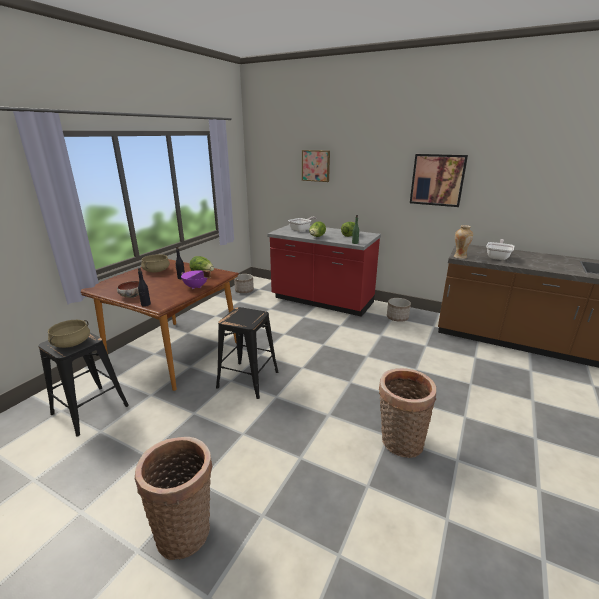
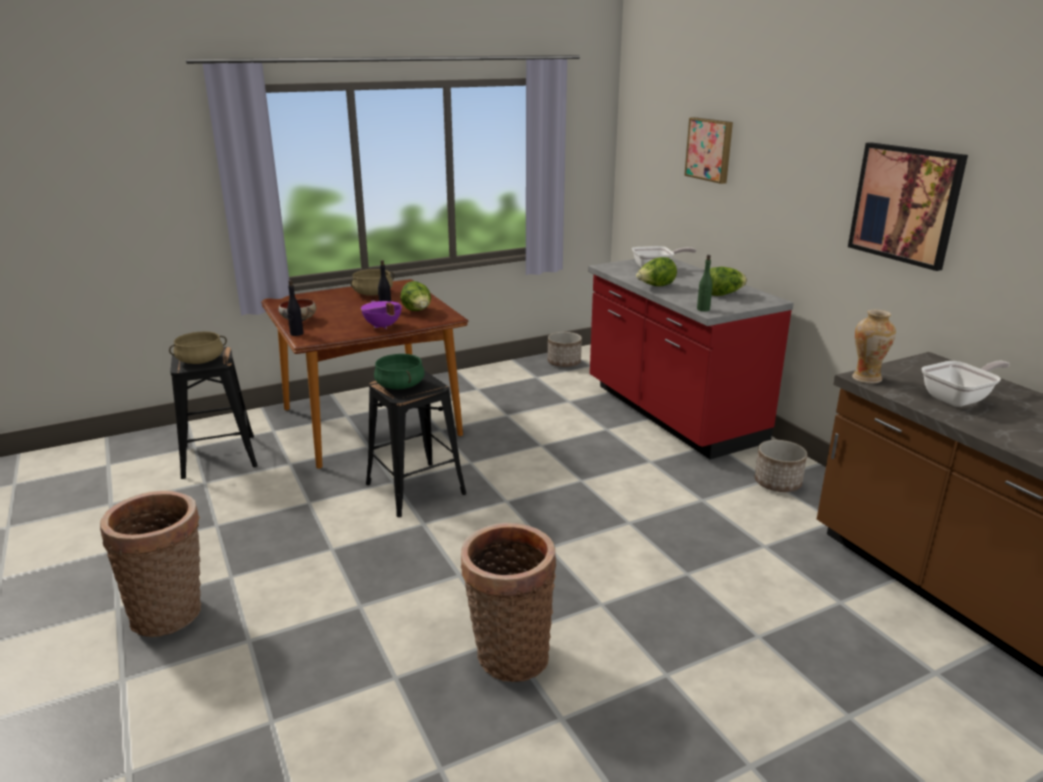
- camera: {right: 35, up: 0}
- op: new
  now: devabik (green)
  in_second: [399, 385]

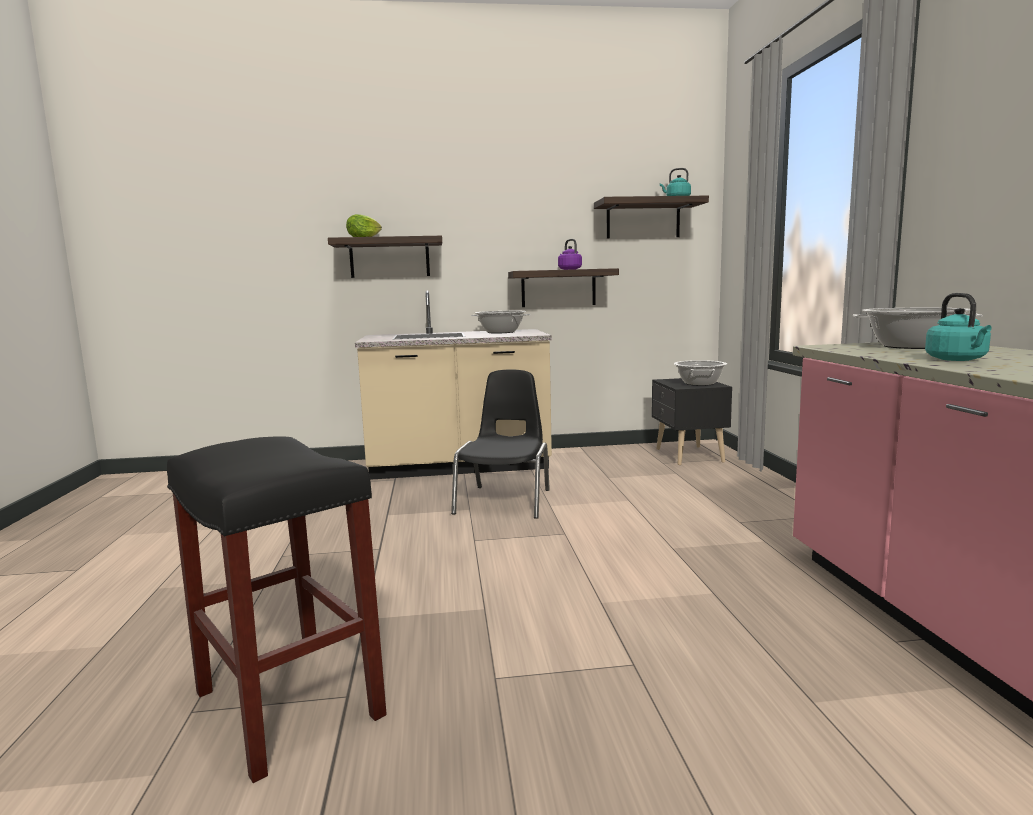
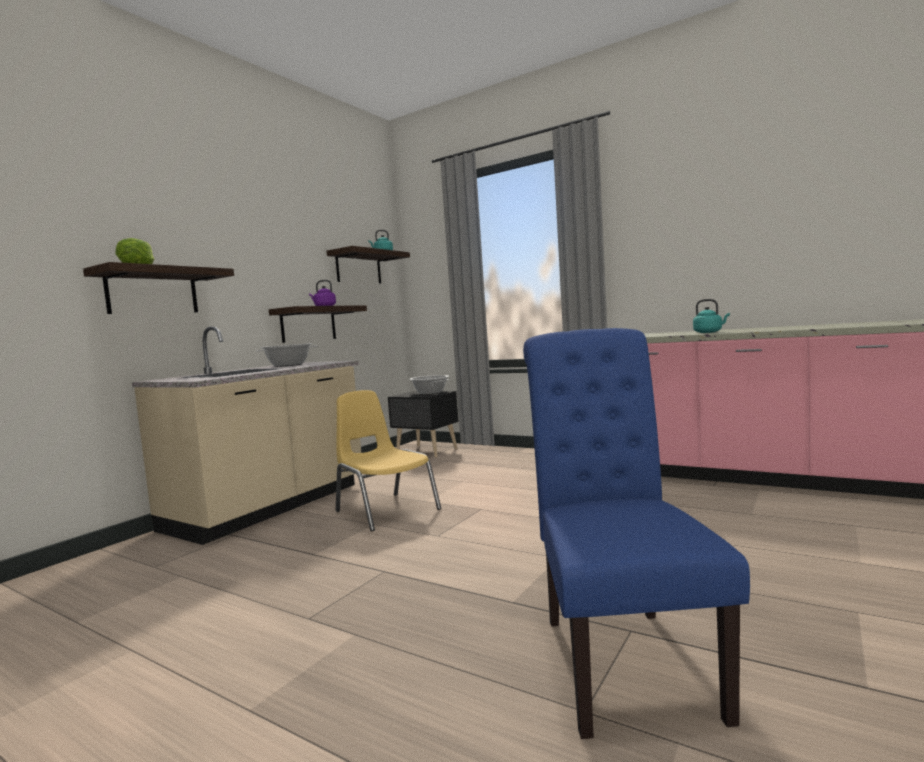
- camera: {right: -50, up: -5}
- op: repainted
  was: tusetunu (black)
  now: tusetunu (yellow)
  in_first: [505, 501]
  in_second: [386, 510]
- op: swapped
  was: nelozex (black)
  now: tusetunu (blue)
  in_first: [290, 705]
  in_second: [621, 657]
- op: gone
  was: devabik
  in_first: [912, 346]

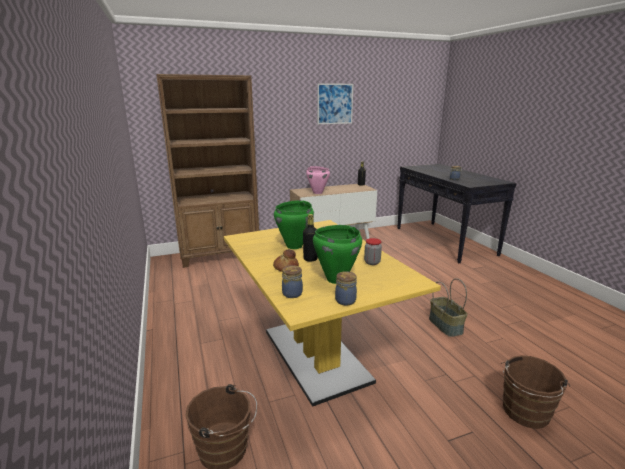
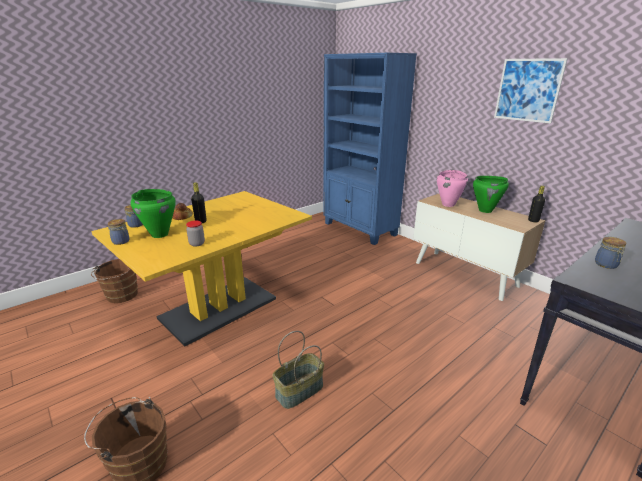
- camera: {right: 70, up: 5}
- op: repainted
  was: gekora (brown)
  now: gekora (blue)
  in_first: [220, 255]
  in_second: [360, 229]
- op: shifted
  was: devabik (green)
  in_first: [294, 246]
  in_second: [485, 210]

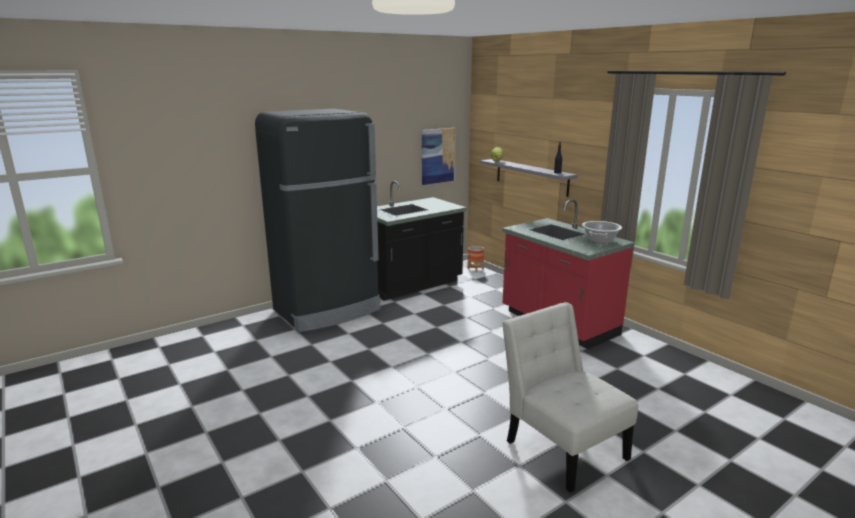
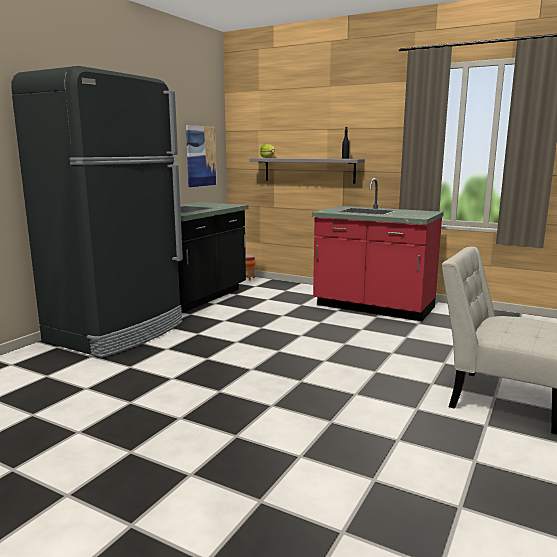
- camera: {right: -25, up: -5}
- op: gone
  was: devabik
  in_first: [600, 240]

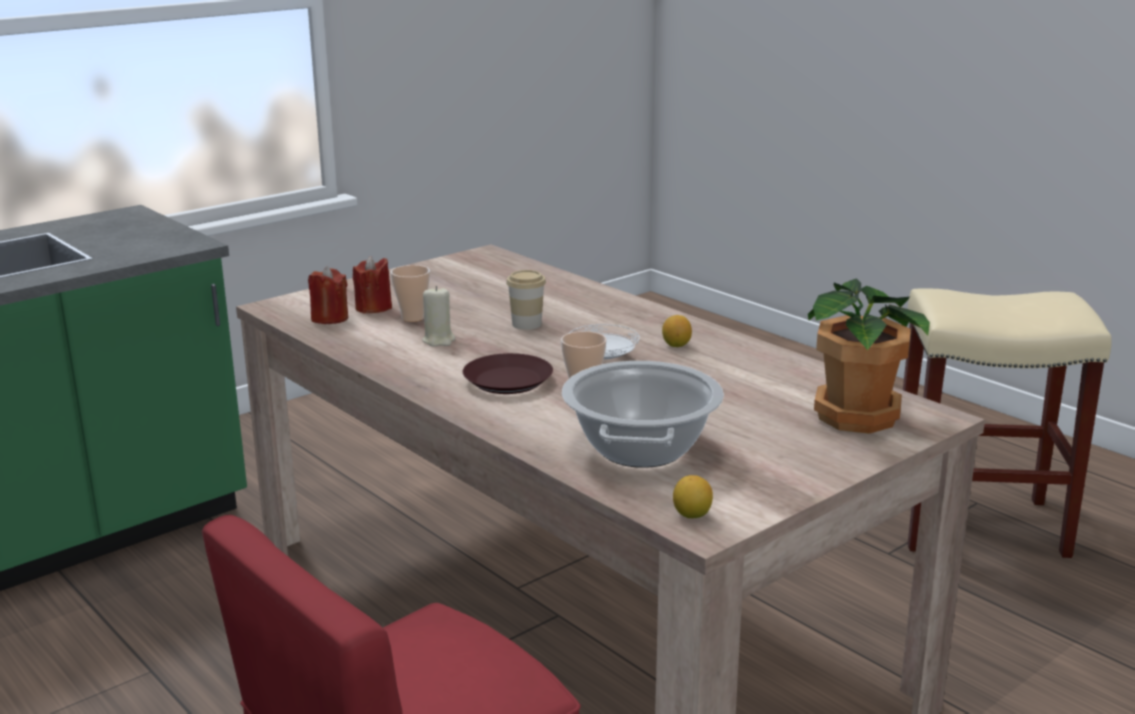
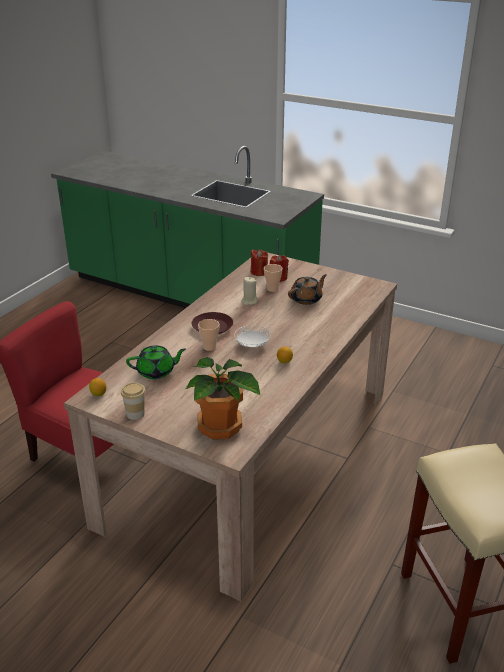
- camera: {right: 70, up: 10}
- op: shifted
  was: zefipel
  in_first: [526, 324]
  in_second: [135, 414]
- op: swapped
  was: devabik
  now: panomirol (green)
  in_first: [640, 448]
  in_second: [156, 372]
- op: new
  now: panomirol (brown)
  in_second: [306, 299]

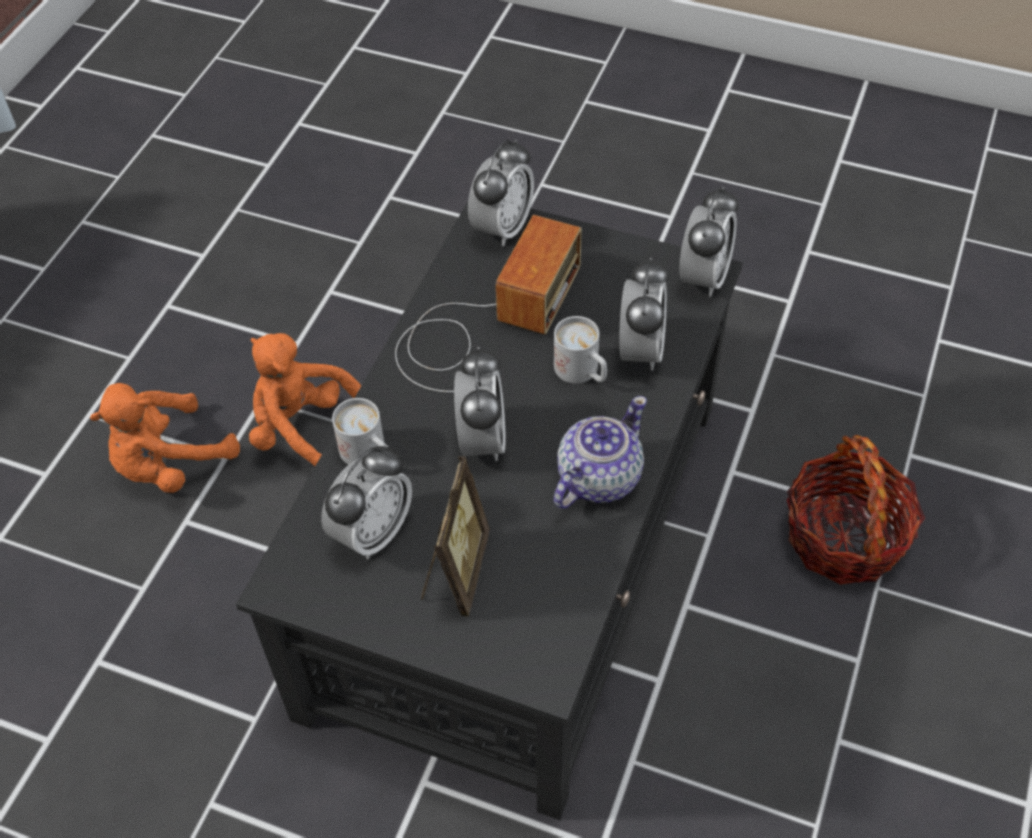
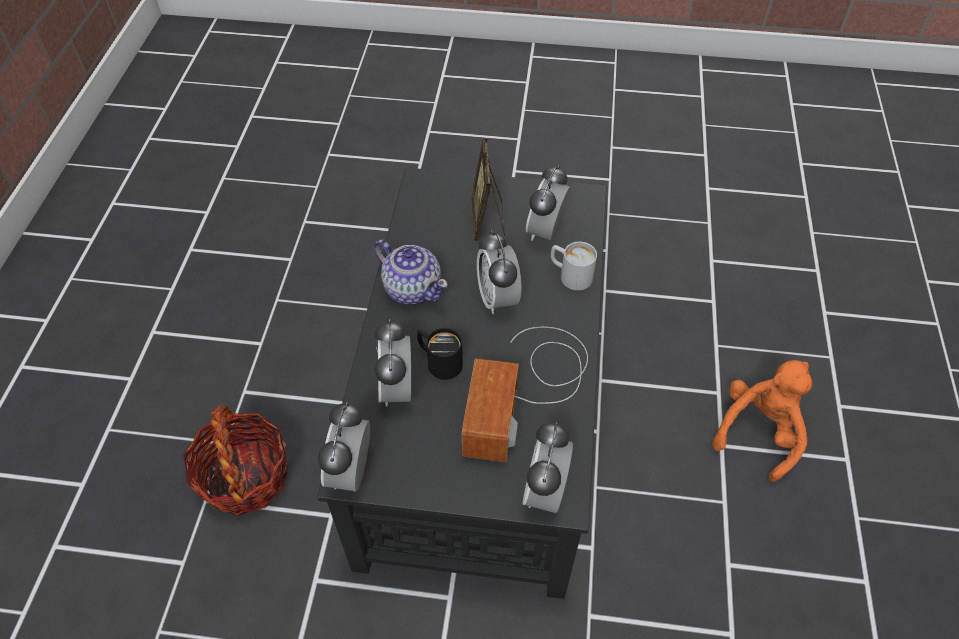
- camera: {right: 165, up: 0}
- op: rotated
  was: panomirol
  in_first: [597, 478]
  in_second: [412, 288]
  clockwise: -75
- op: repainted
  was: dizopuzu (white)
  now: dizopuzu (black)
  in_first: [582, 373]
  in_second: [439, 361]
- op: gone
  was: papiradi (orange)
  in_first: [306, 432]

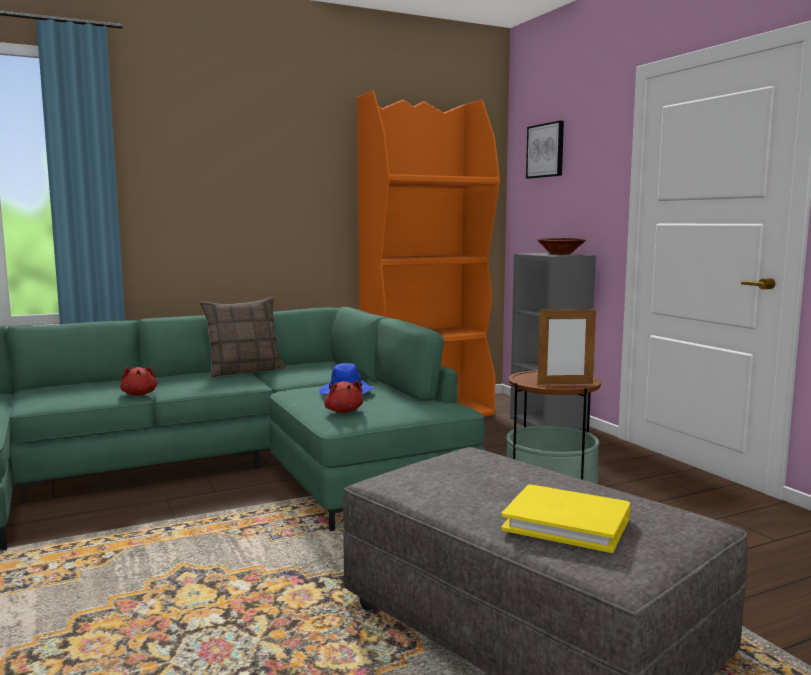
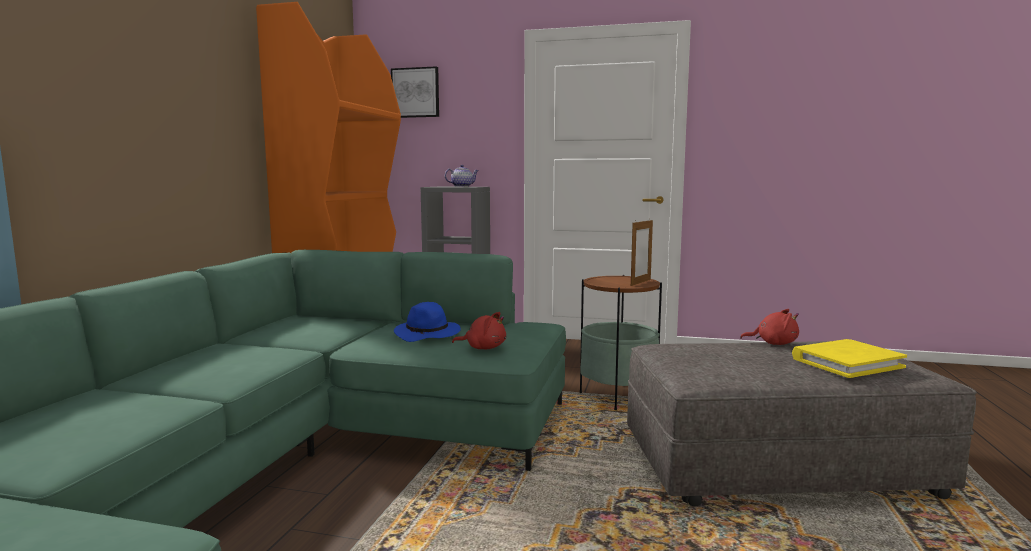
- camera: {right: -50, up: 0}
- op: swapped
  was: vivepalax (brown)
  now: panomirol
  in_first: [560, 254]
  in_second: [462, 186]
- op: shifted
  was: papiradi (red)
  in_first: [139, 394]
  in_second: [773, 343]
- op: gone
  was: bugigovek
  in_first: [244, 371]

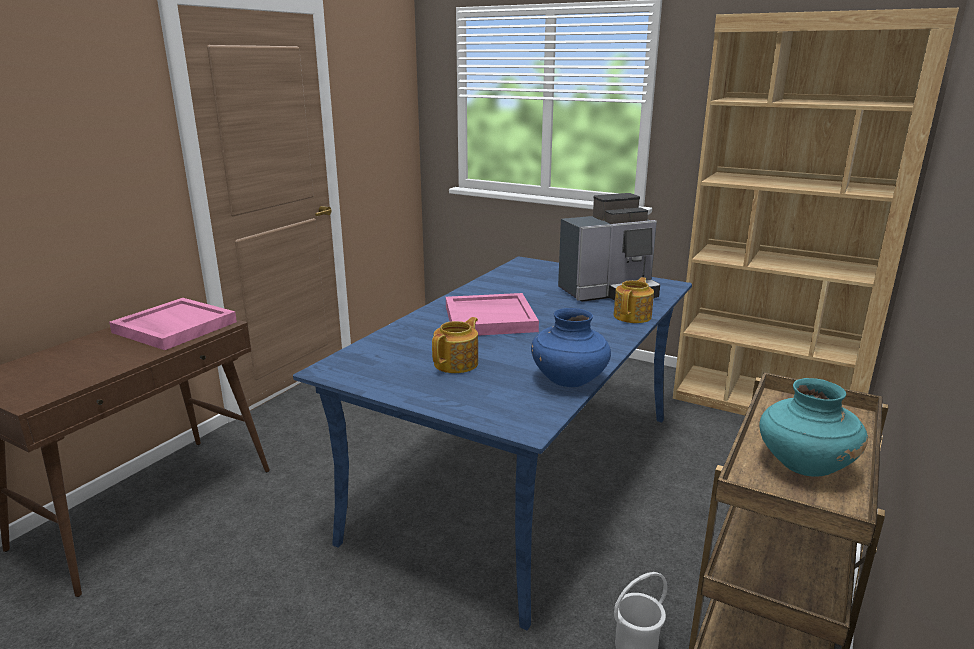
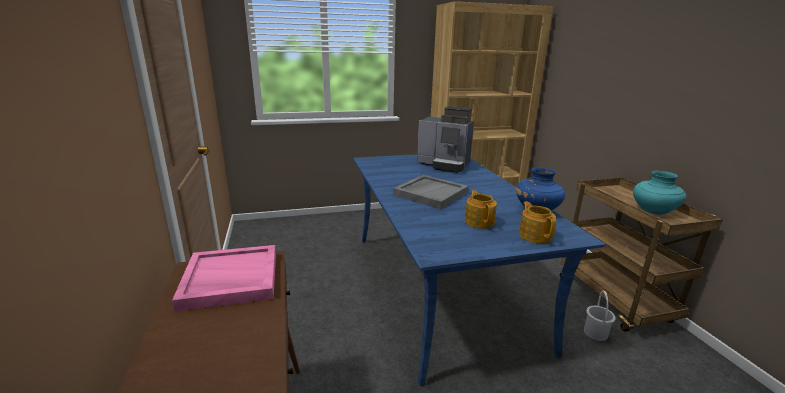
- camera: {right: -45, up: 0}
- op: repainted
  was: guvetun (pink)
  now: guvetun (grey)
  in_first: [490, 318]
  in_second: [430, 193]
- op: rotated
  was: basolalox
  in_first: [609, 293]
  in_second: [444, 165]
  clockwise: 90
- op: shifted
  was: panomirol
  in_first: [633, 316]
  in_second: [535, 235]

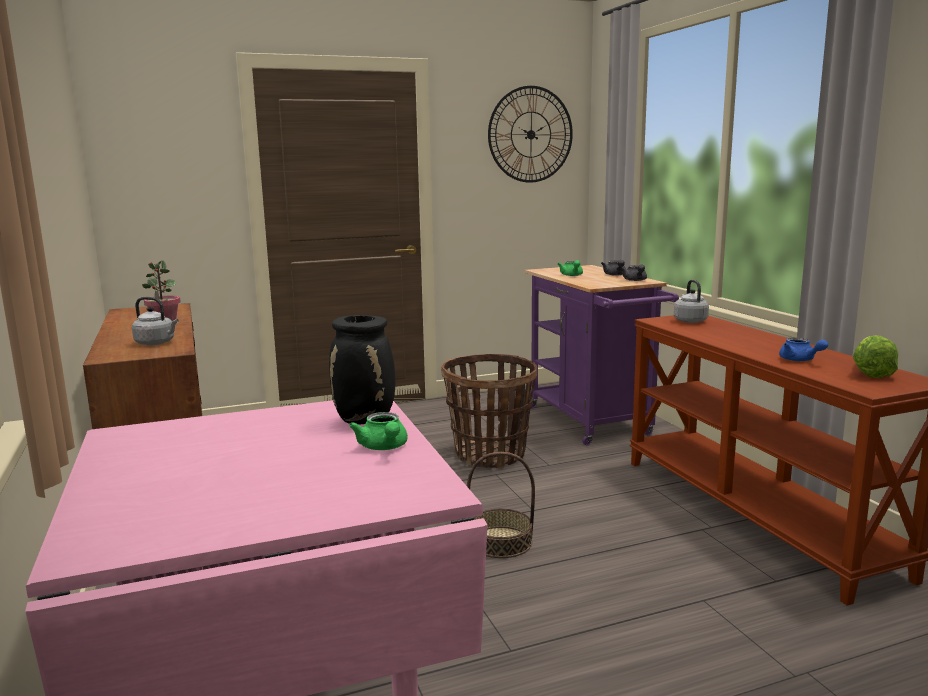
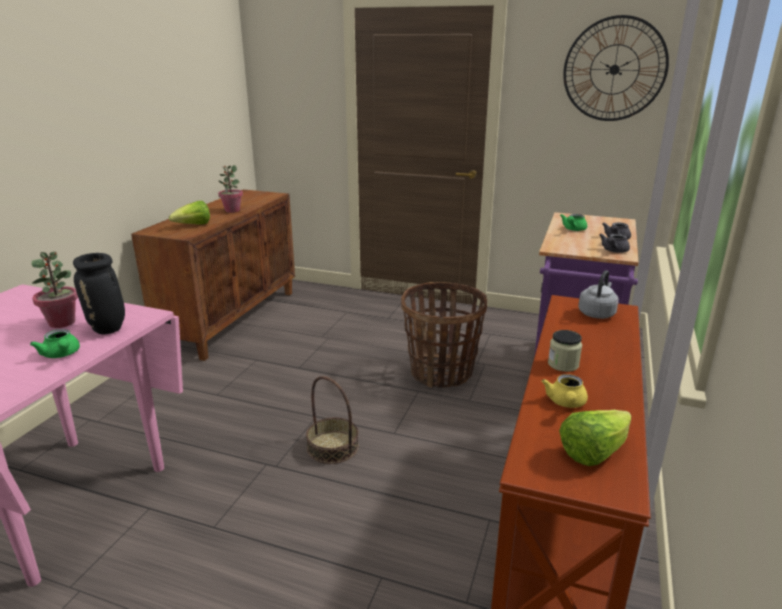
- camera: {right: 40, up: 10}
- op: rotated
  was: panomirol (green)
  in_first: [384, 447]
  in_second: [61, 355]
  clockwise: -60
- op: new
  now: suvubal
  in_second: [62, 322]
- op: swapped
  was: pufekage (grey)
  now: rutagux
  in_first: [157, 343]
  in_second: [193, 226]
- op: repainted
  was: panomirol (blue)
  now: panomirol (yellow)
  in_first: [800, 360]
  in_second: [565, 403]
- op: new
  now: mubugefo
  in_second: [563, 364]

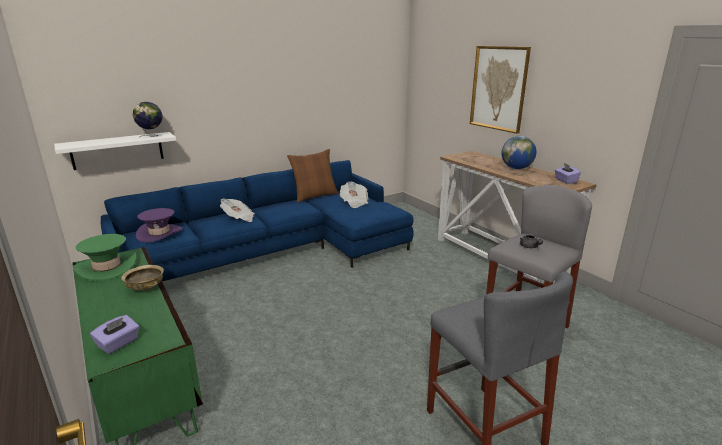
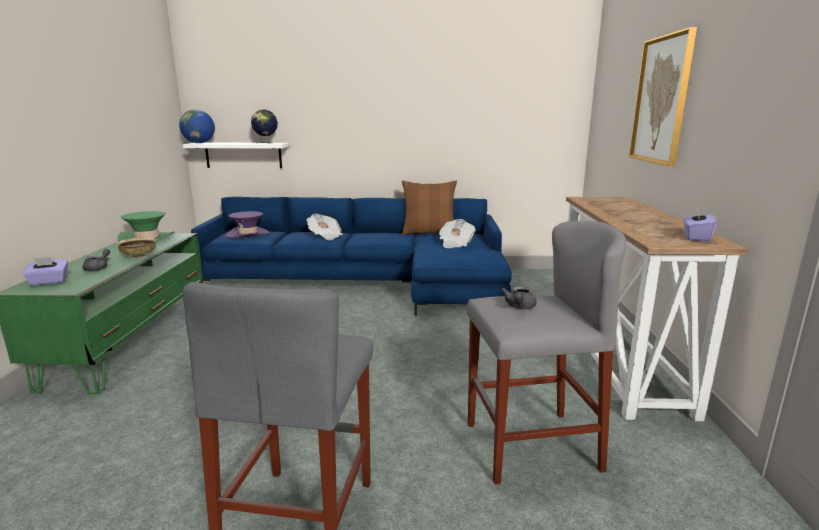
- camera: {right: 35, up: -5}
- op: new
  now: panomirol (grey)
  in_second: [98, 268]
- op: shifted
  was: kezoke
  in_first: [516, 168]
  in_second: [199, 143]

